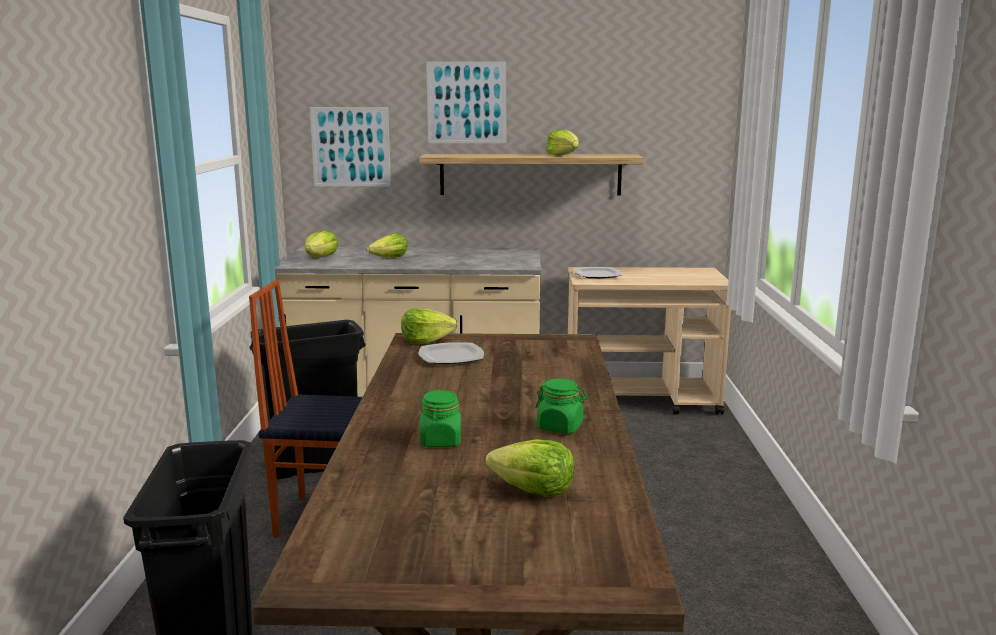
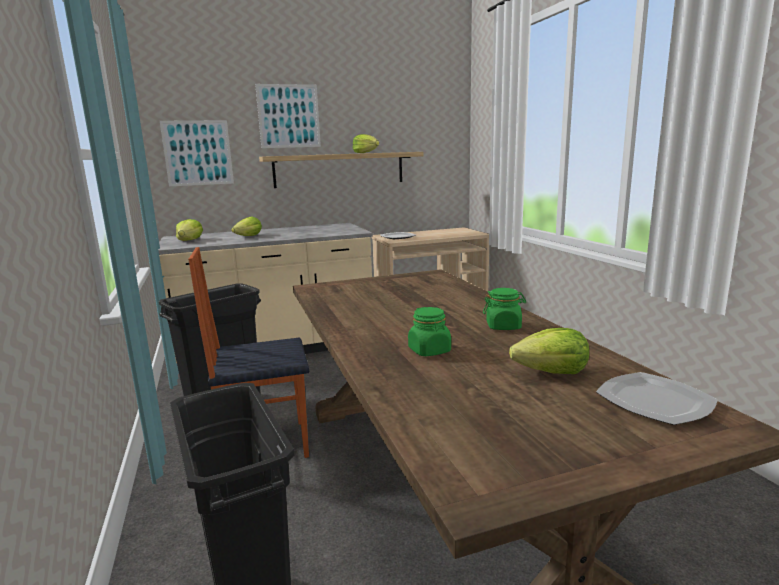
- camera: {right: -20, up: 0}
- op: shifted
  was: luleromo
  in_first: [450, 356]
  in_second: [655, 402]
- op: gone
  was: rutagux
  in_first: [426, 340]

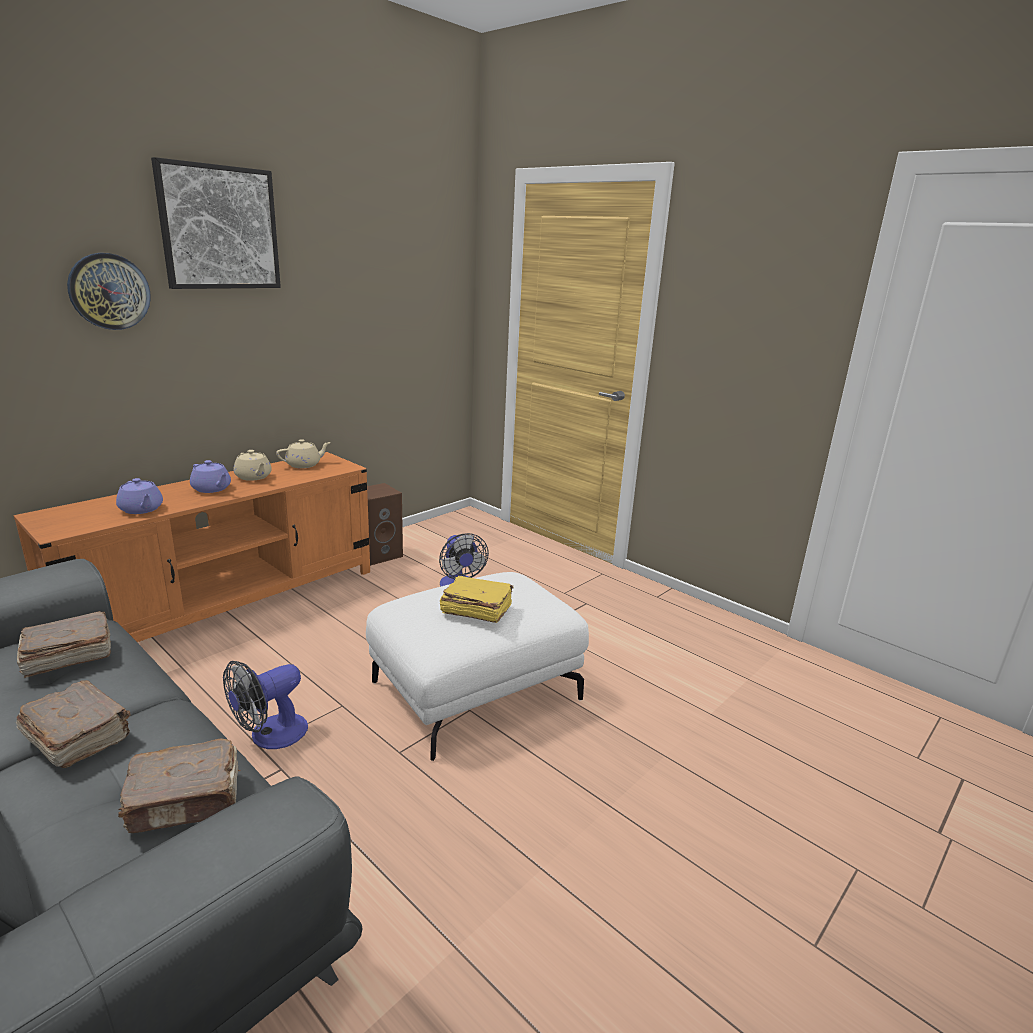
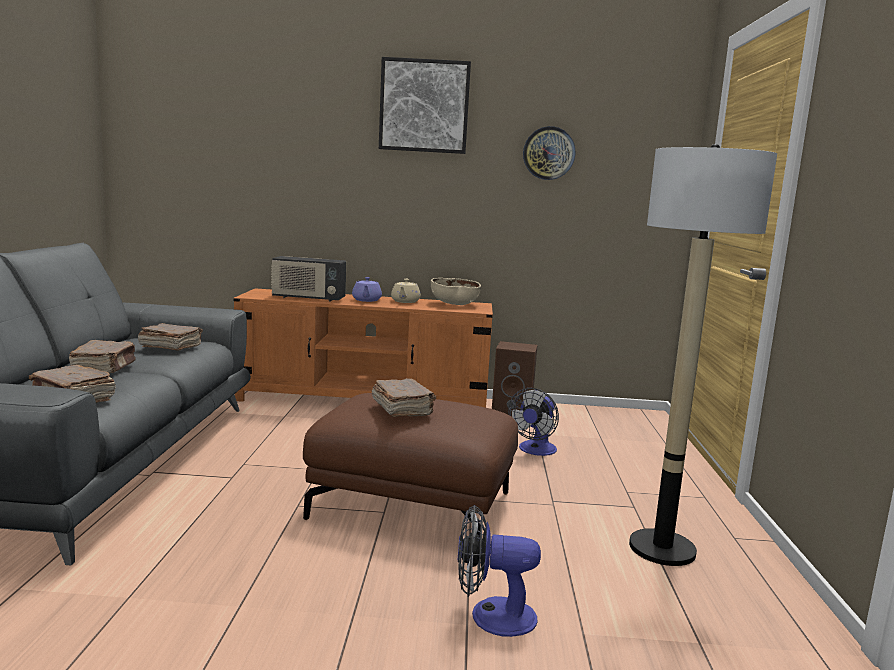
- camera: {right: 50, up: -10}
- op: swapped
  was: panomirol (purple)
  now: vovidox
  in_first: [141, 509]
  in_second: [308, 298]
- op: repainted
  was: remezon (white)
  now: remezon (brown)
  in_first: [476, 689]
  in_second: [413, 505]
- op: repainted
  was: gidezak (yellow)
  now: gidezak (brown)
  in_first: [475, 610]
  in_second: [402, 409]
- op: swapped
  was: panomirol (beige)
  now: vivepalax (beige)
  in_first: [304, 465]
  in_second: [454, 304]
- op: shifted
  was: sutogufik
  in_first: [270, 736]
  in_second: [491, 616]
- op: shifted
  was: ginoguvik
  in_first: [109, 291]
  in_second: [548, 153]
- op: new
  now: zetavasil
  in_second: [662, 549]

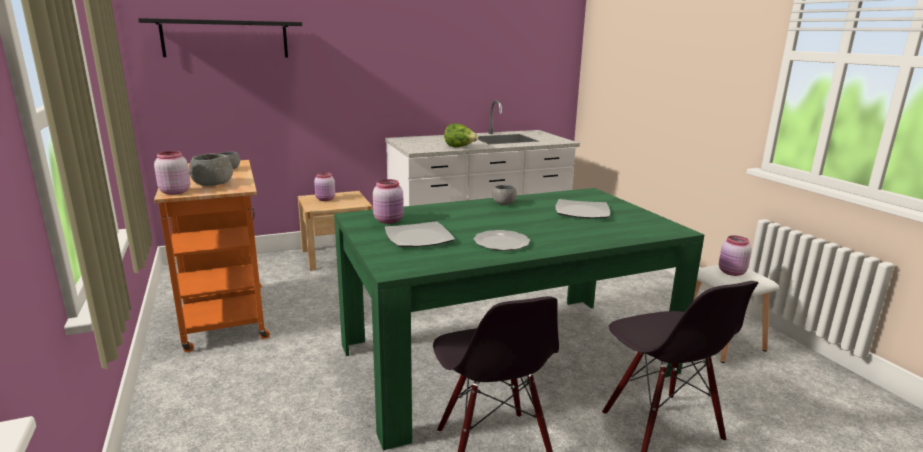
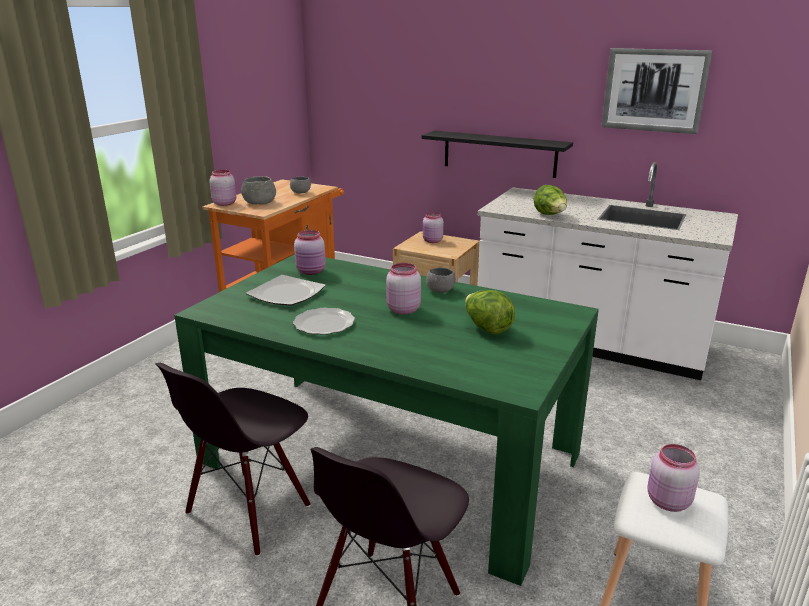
- camera: {right: 50, up: 5}
- op: new
  now: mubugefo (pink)
  in_second: [402, 310]
- op: shifted
  was: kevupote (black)
  in_first: [225, 39]
  in_second: [499, 154]
- op: swapped
  was: luleromo
  now: rutagux
  in_first: [582, 212]
  in_second: [486, 328]
- op: new
  now: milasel
  in_second: [654, 90]

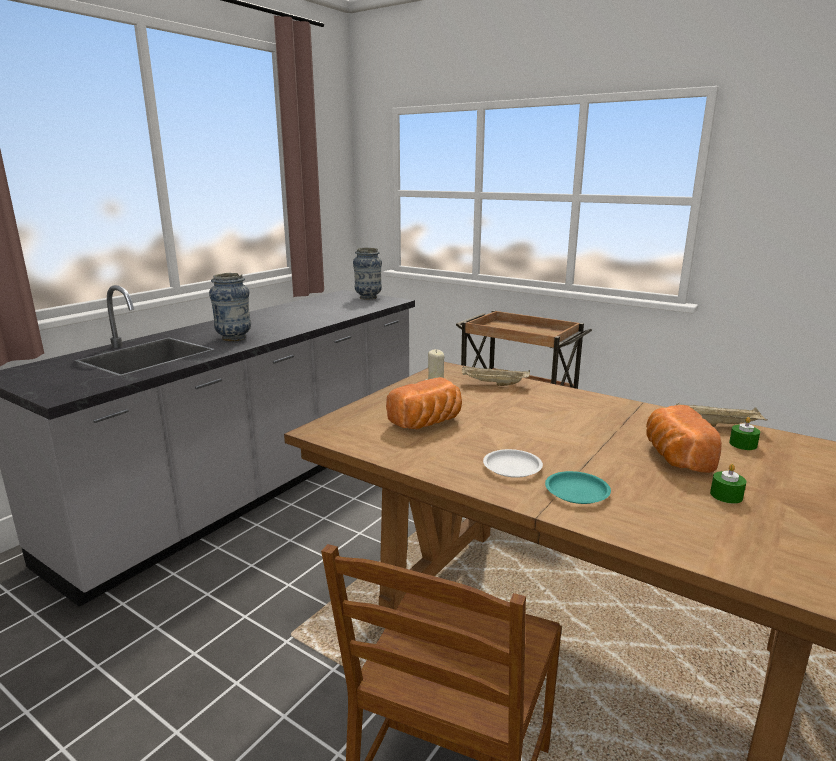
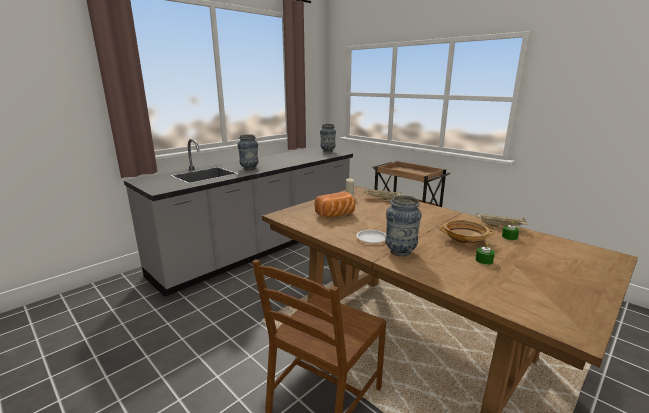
- camera: {right: 10, up: 0}
- op: swapped
  was: luleromo (turquoise)
  now: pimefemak
  in_first: [576, 491]
  in_second: [400, 252]
- op: swapped
  was: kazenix
  now: vivepalax (beige)
  in_first: [674, 457]
  in_second: [465, 240]

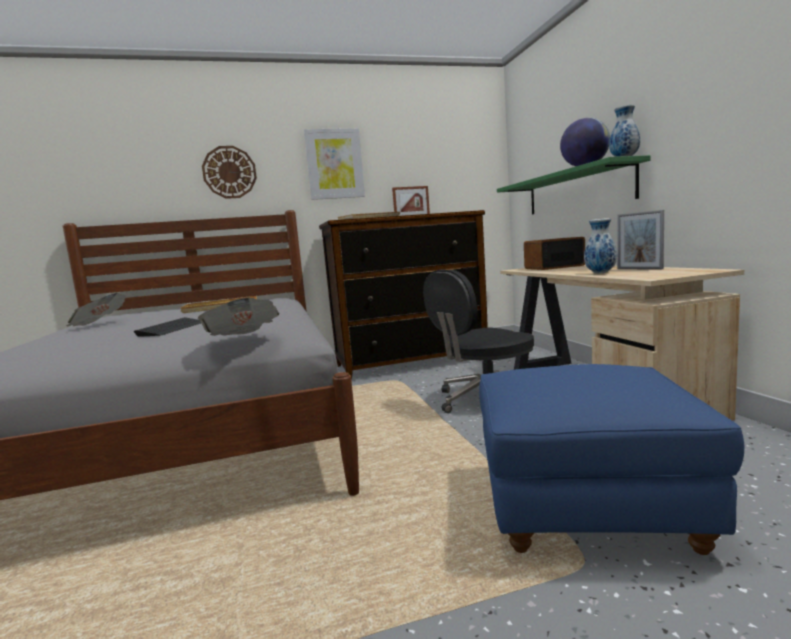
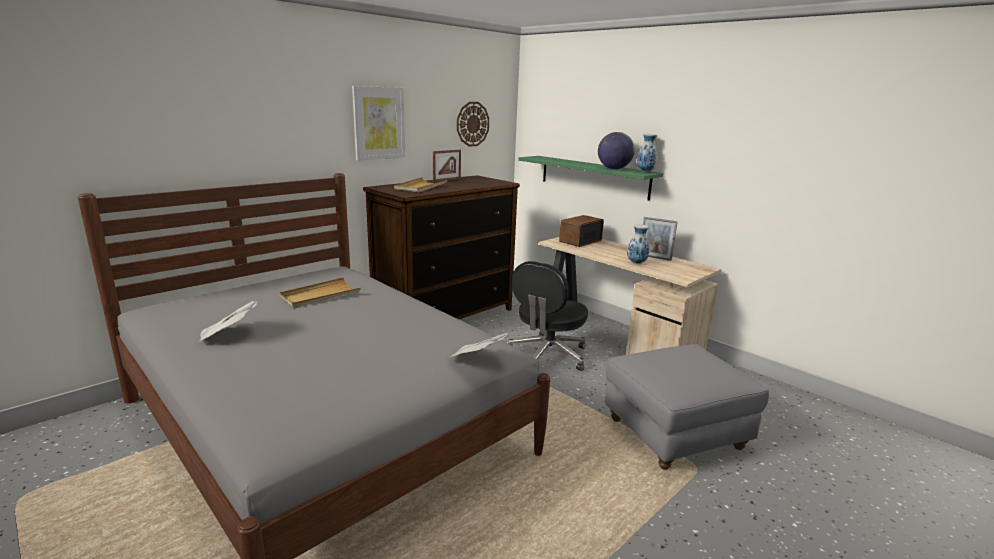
- camera: {right: -30, up: 10}
- op: shifted
  was: ginoguvik
  in_first: [229, 172]
  in_second: [472, 124]
- op: repainted
  was: remezon (blue)
  now: remezon (grey)
  in_first: [585, 509]
  in_second: [674, 435]
- op: gone
  was: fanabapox
  in_first: [172, 328]

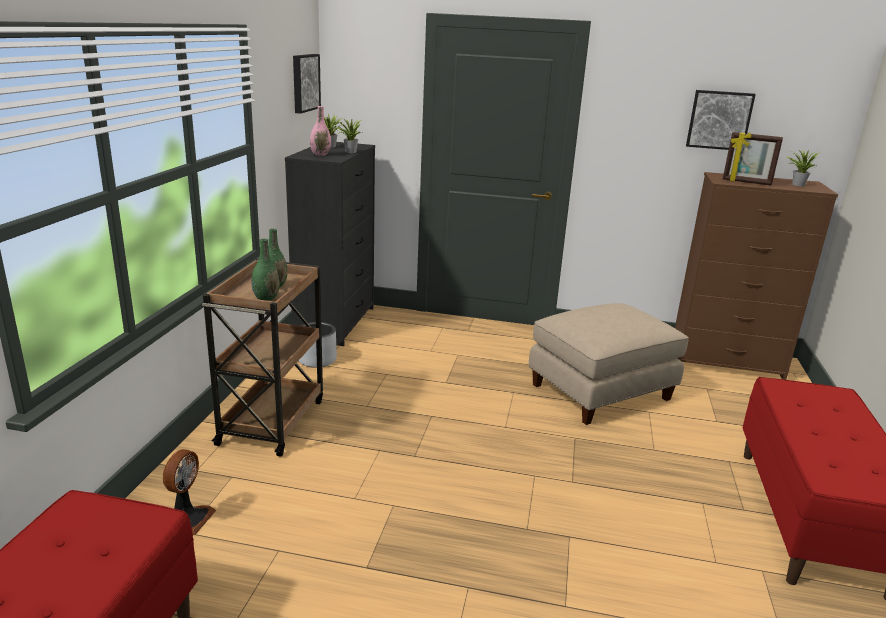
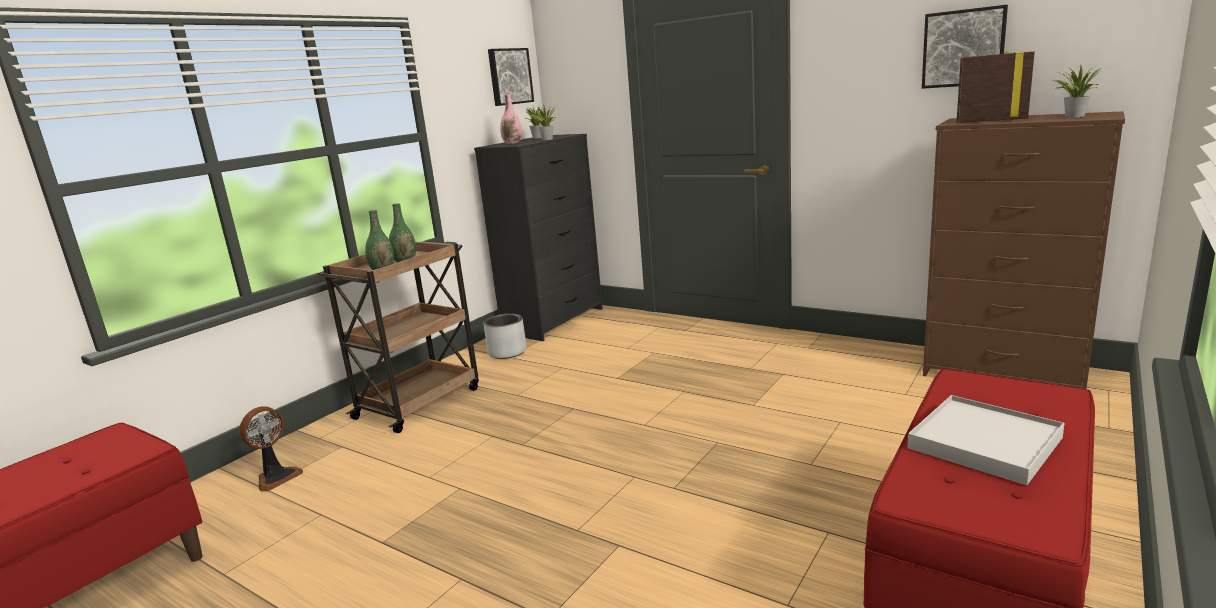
- camera: {right: 25, up: -5}
- op: new
  now: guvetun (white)
  in_second: [984, 443]
- op: rotated
  was: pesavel
  in_first: [746, 182]
  in_second: [991, 121]
  clockwise: 150
- op: gone
  was: remezon (beige)
  in_first: [601, 393]

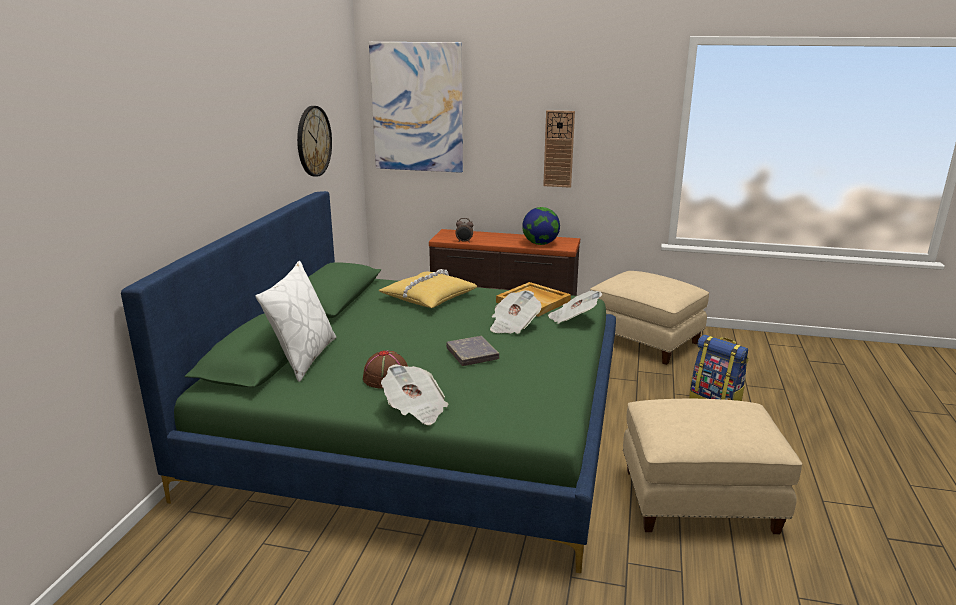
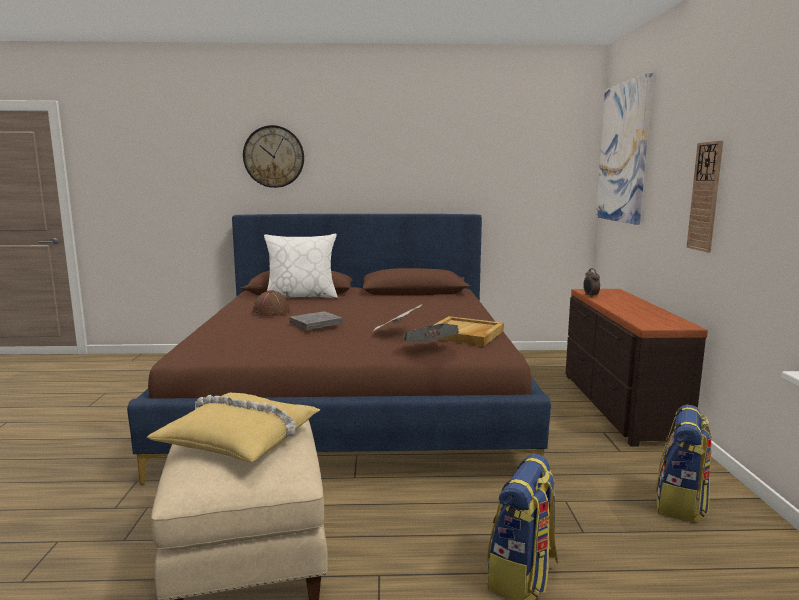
- camera: {right: 75, up: -10}
- op: repainted
  was: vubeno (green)
  now: vubeno (brown)
  in_first: [422, 426]
  in_second: [354, 400]
- op: shifted
  was: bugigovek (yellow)
  in_first: [428, 297]
  in_second: [240, 438]
- op: shifted
  was: ginoguvik
  in_first: [313, 141]
  in_second: [274, 156]
- op: swapped
  was: remezon (beige)
  now: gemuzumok
  in_first: [645, 340]
  in_second: [681, 504]
- op: gone
  was: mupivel
  in_first: [415, 409]
- op: gone
  was: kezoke
  in_first: [540, 244]

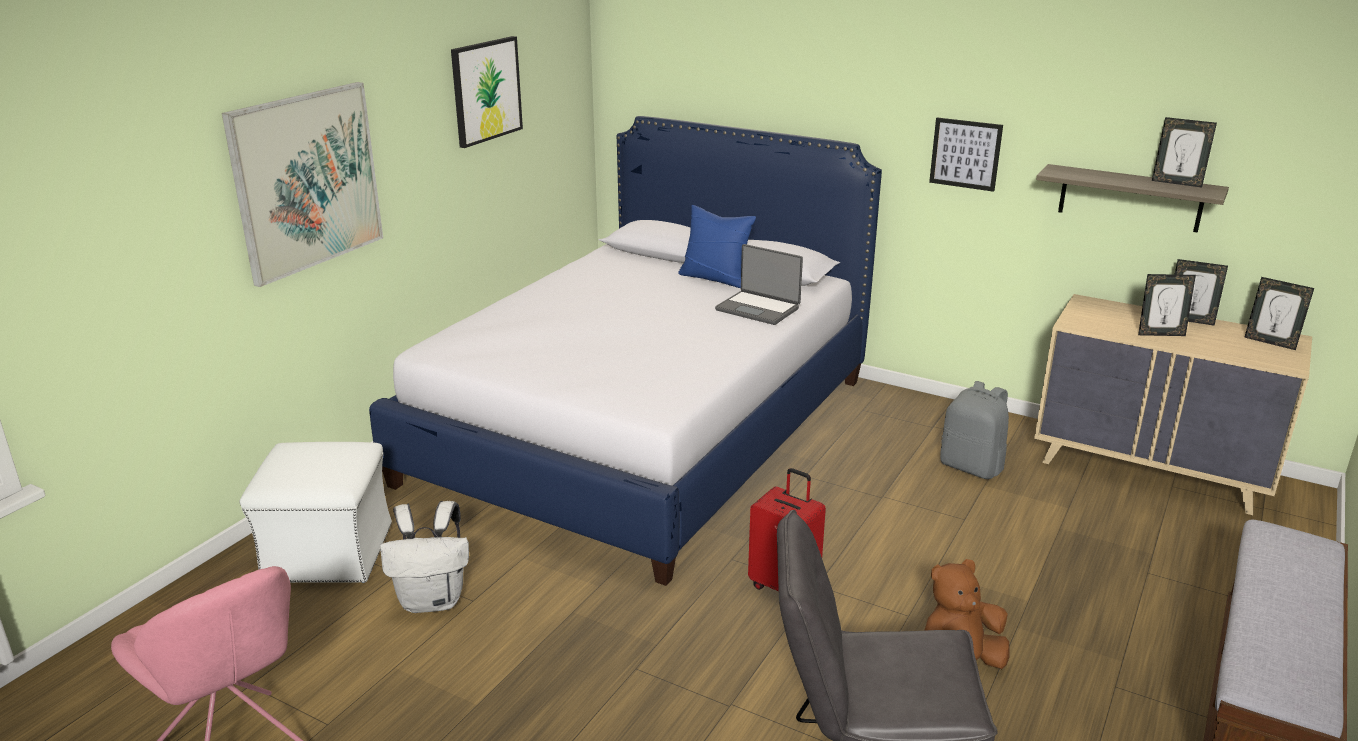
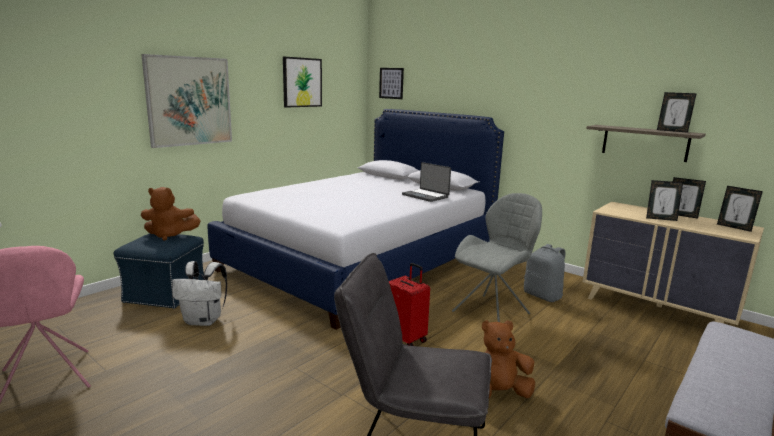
- camera: {right: 10, up: -10}
- op: repainted
  was: remezon (white)
  now: remezon (blue)
  in_first: [326, 553]
  in_second: [164, 294]
- op: new
  now: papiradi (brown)
  in_second: [169, 235]
- op: shifted
  was: milasel
  in_first: [965, 154]
  in_second: [391, 83]
- op: new
  now: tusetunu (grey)
  in_second: [492, 312]
- op: gone
  was: bugigovek (blue)
  in_first: [715, 278]

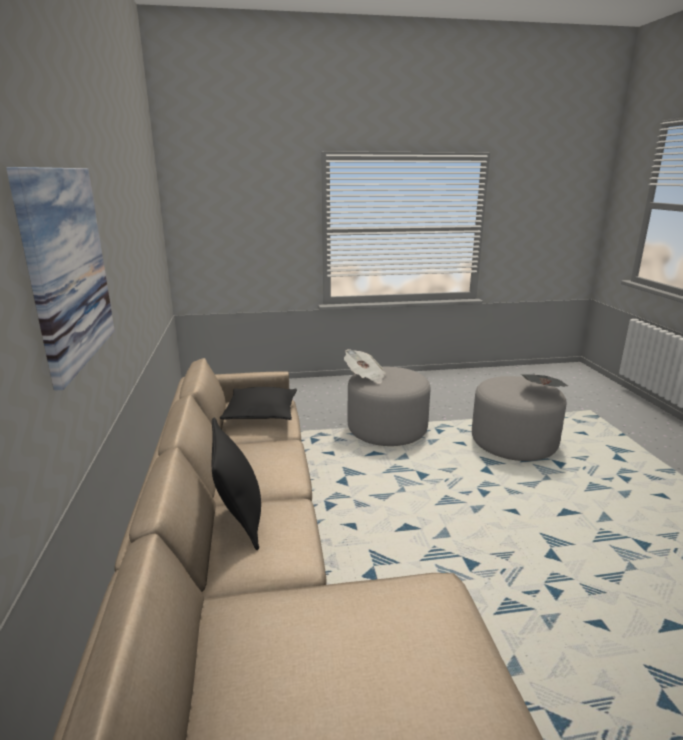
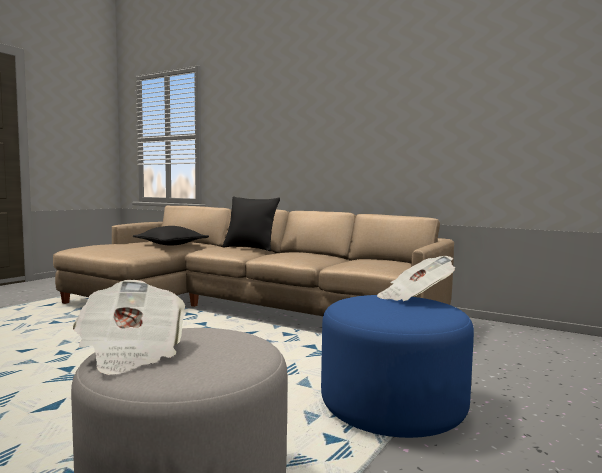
- camera: {right: 130, up: -15}
- op: shifted
  was: bugigovek (black)
  in_first: [261, 413]
  in_second: [171, 244]
- op: repainted
  was: remezon (grey)
  now: remezon (blue)
  in_first: [387, 430]
  in_second: [392, 406]
- op: gone
  was: milasel
  in_first: [68, 268]

